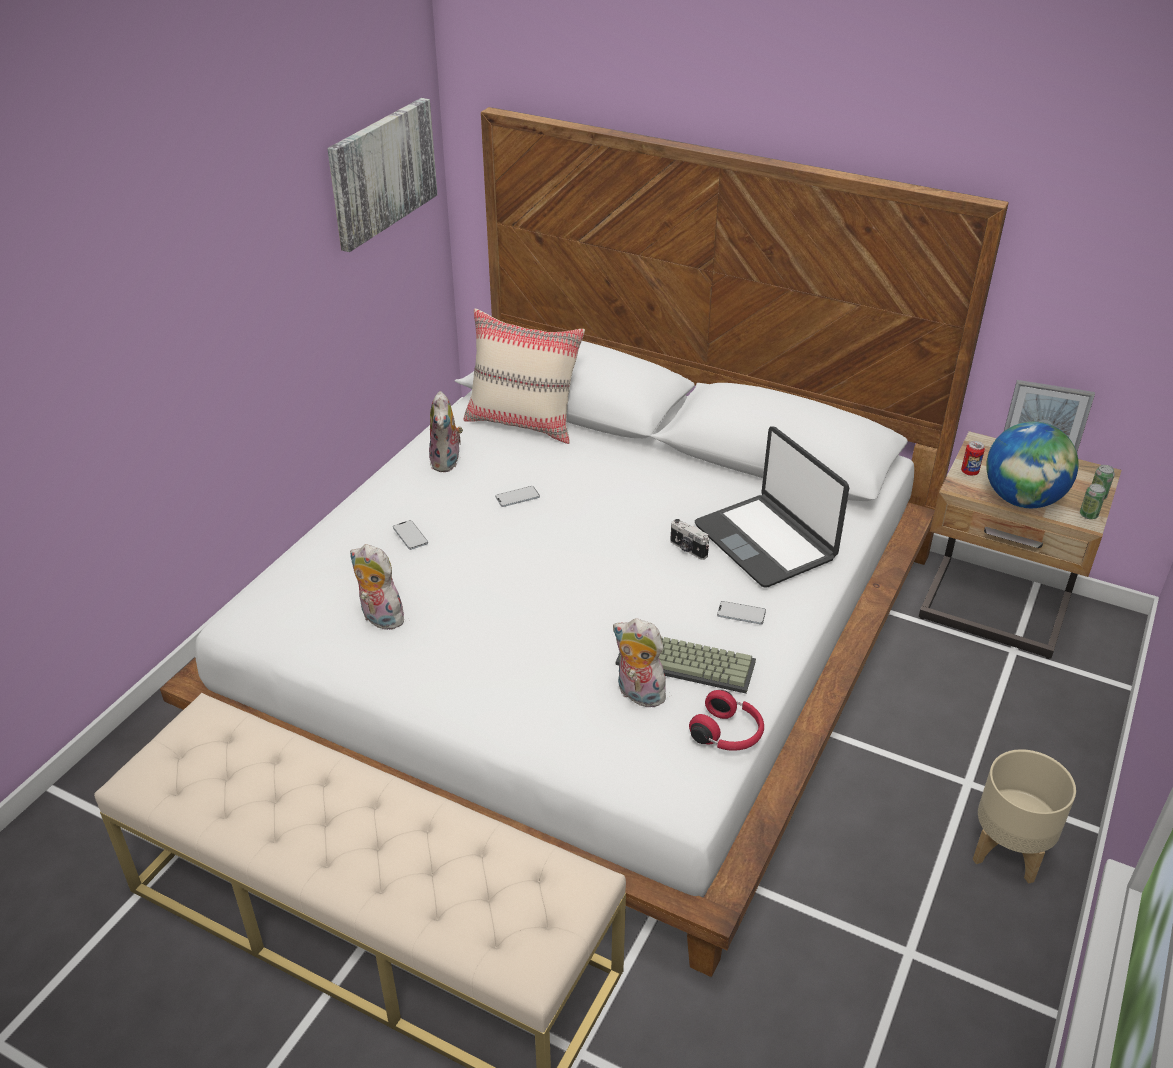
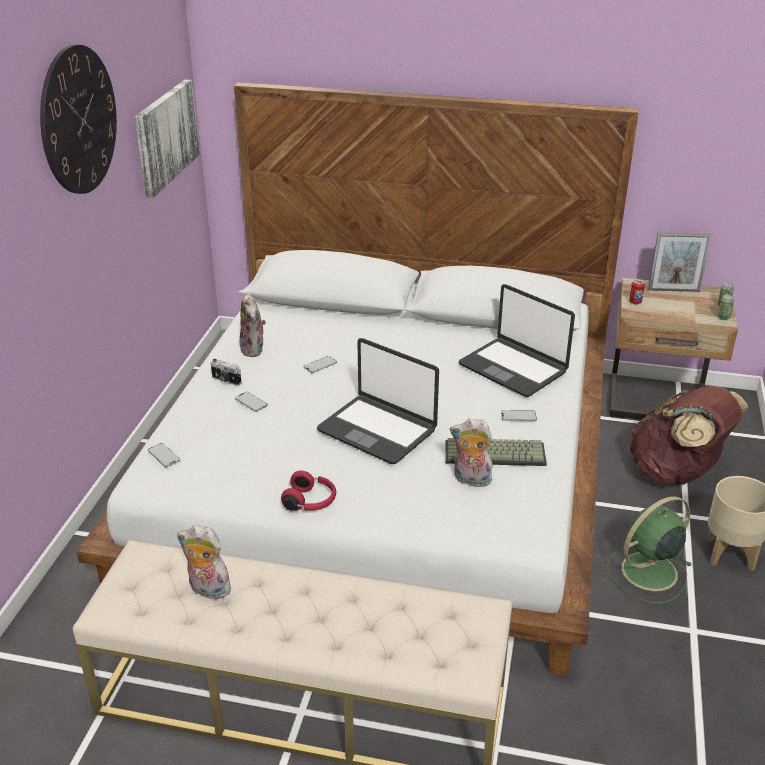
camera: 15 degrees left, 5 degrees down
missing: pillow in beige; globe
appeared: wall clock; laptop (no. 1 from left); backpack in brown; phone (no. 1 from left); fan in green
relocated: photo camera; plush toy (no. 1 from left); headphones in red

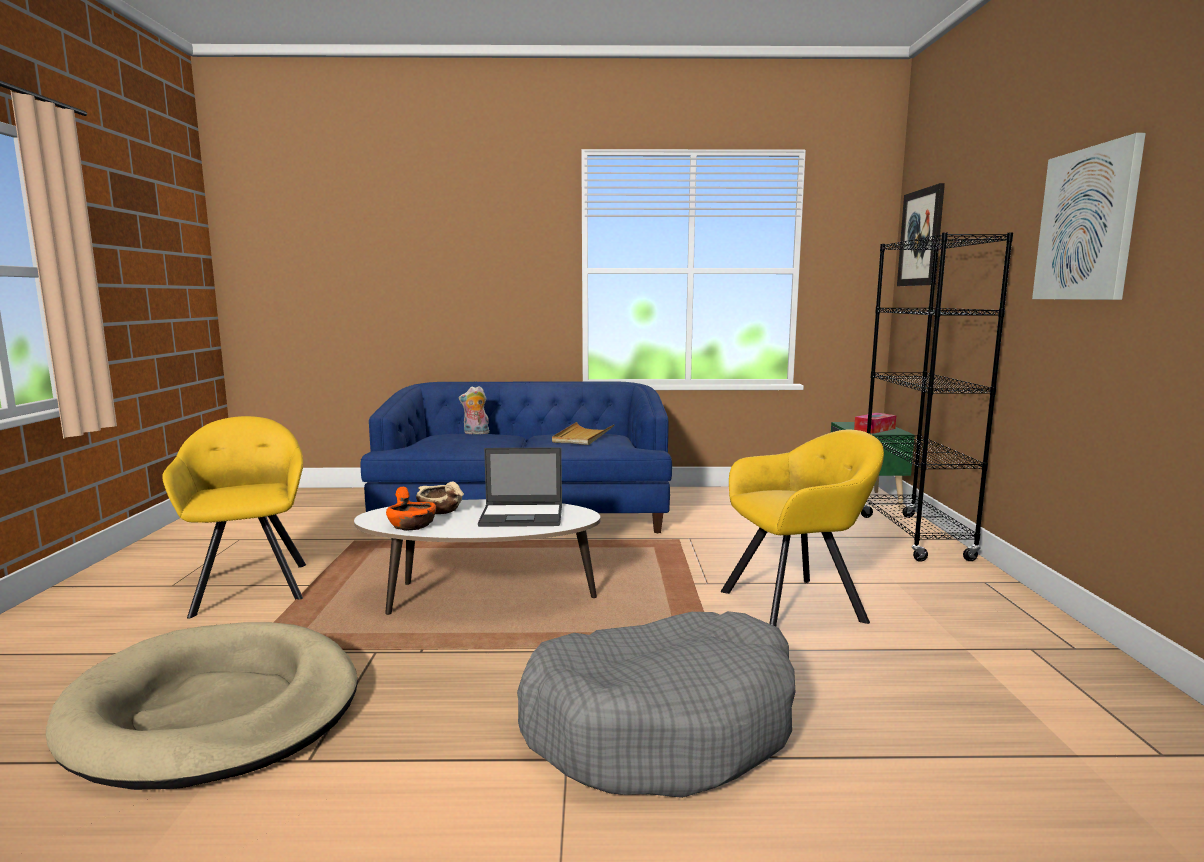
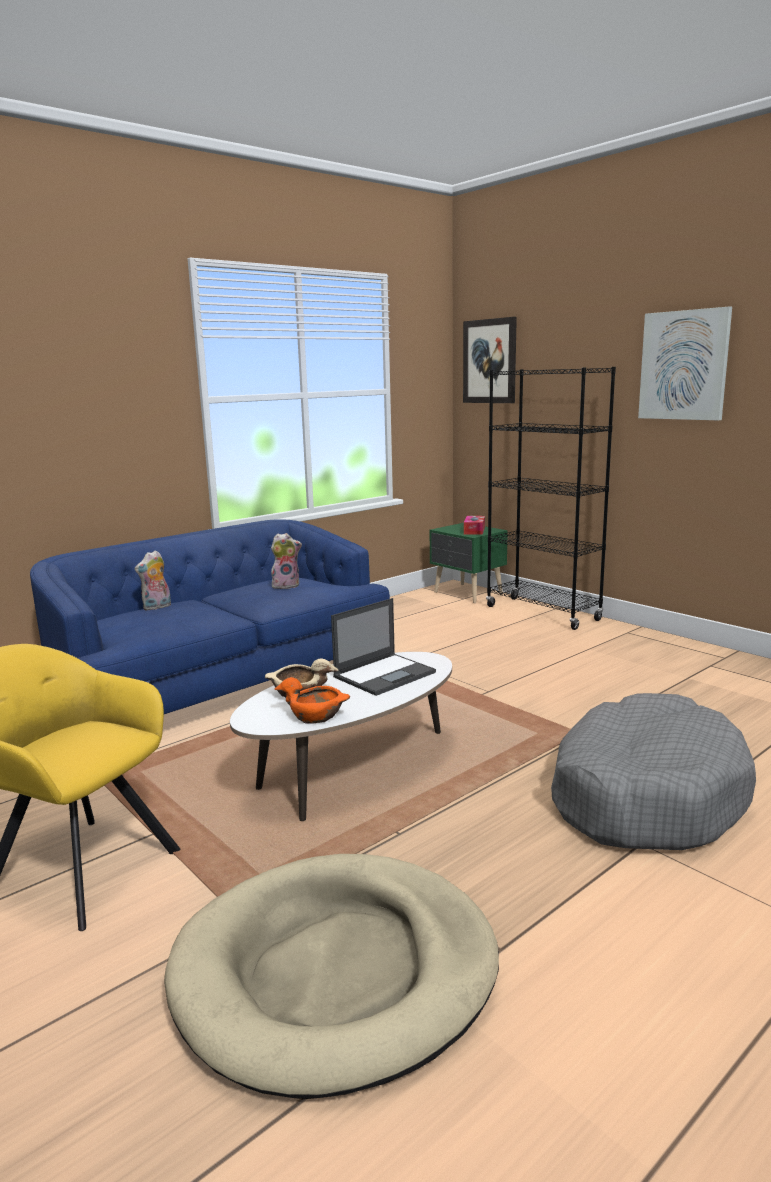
camera: 40 degrees left, 5 degrees up
missing: armchair in yellow (no. 2 from left)
exchanged: tray in beige to plush toy (no. 2 from left)

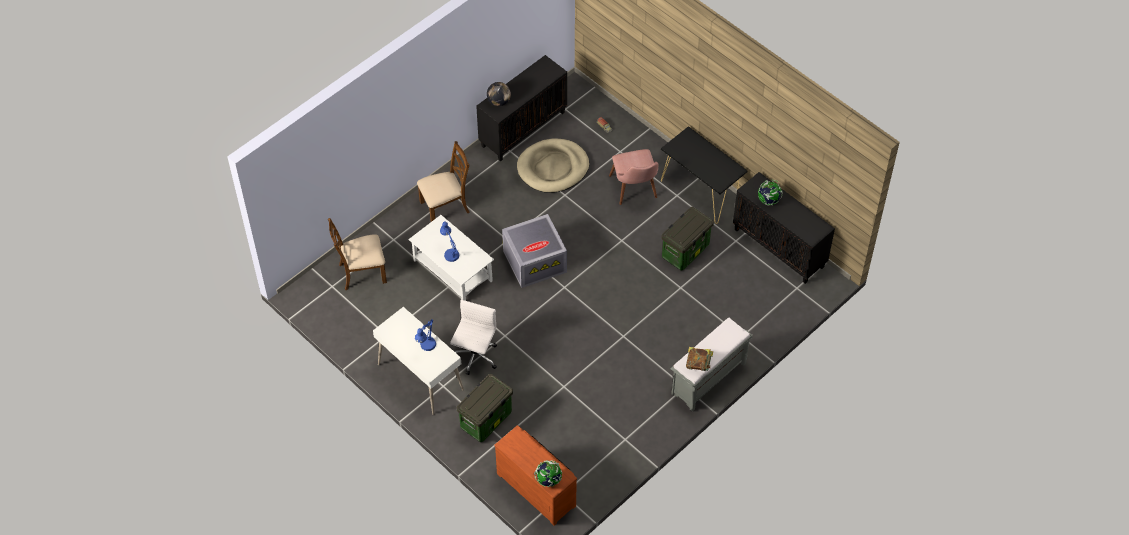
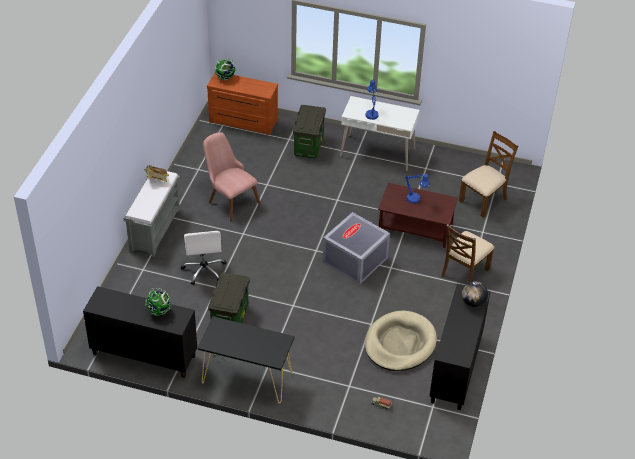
camera: 150 degrees right, 10 degrees down
relocated: chair in pink; office chair in white
colour: coffee table in white to coffee table in brown

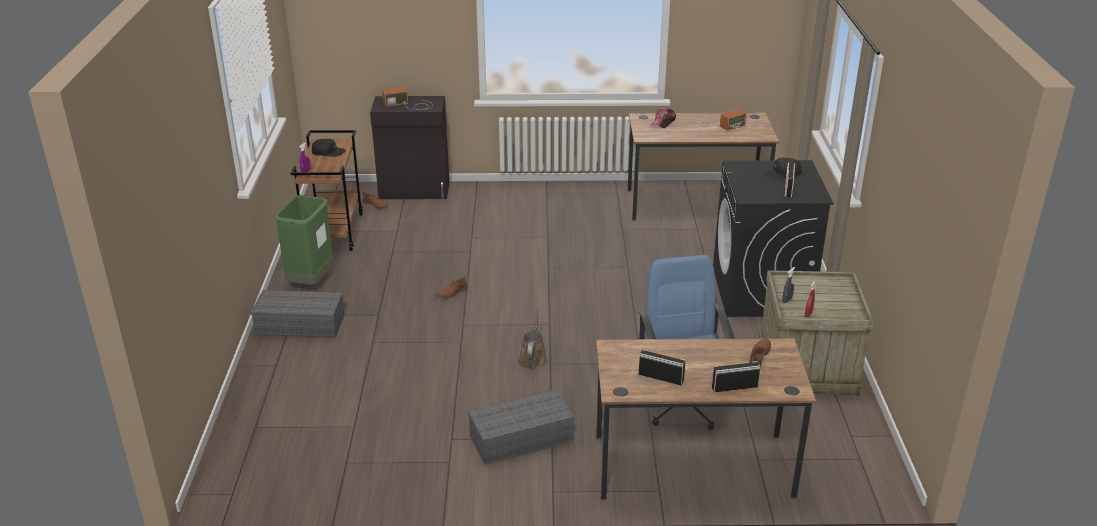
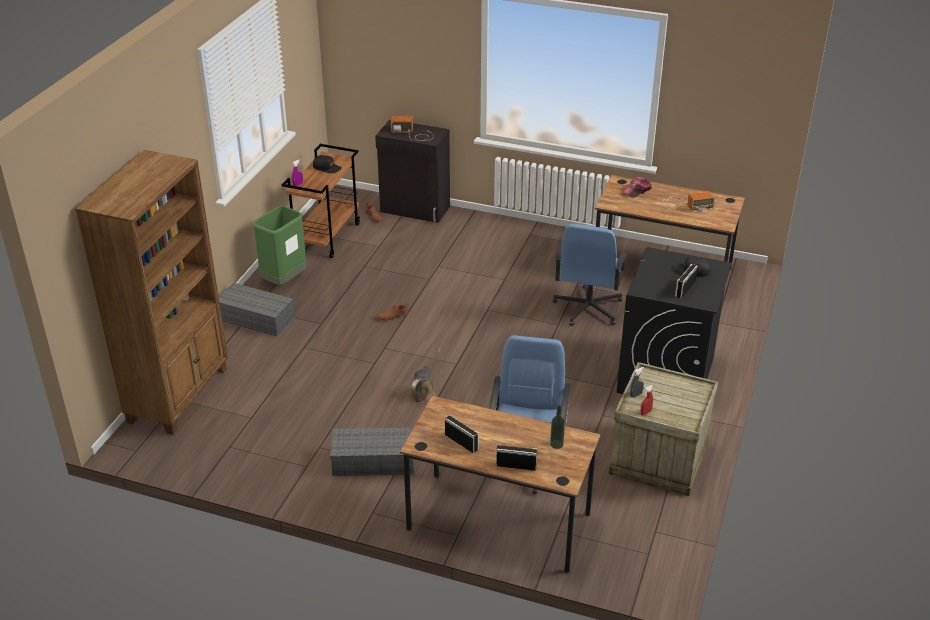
camera: 20 degrees right, 5 degrees up
appeared: bookcase in brown; office chair in blue (no. 2 from left)
exchanged: shoe in brown (no. 3 from left) to bottle

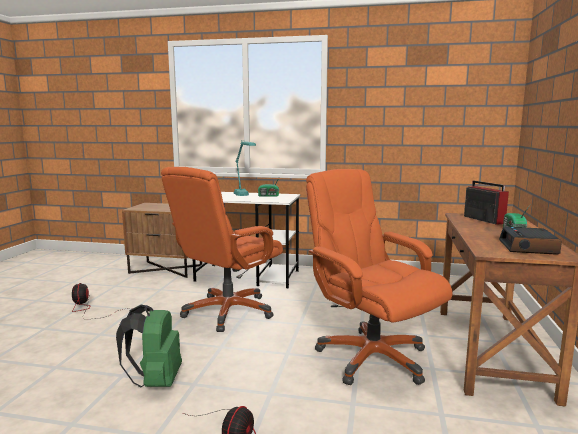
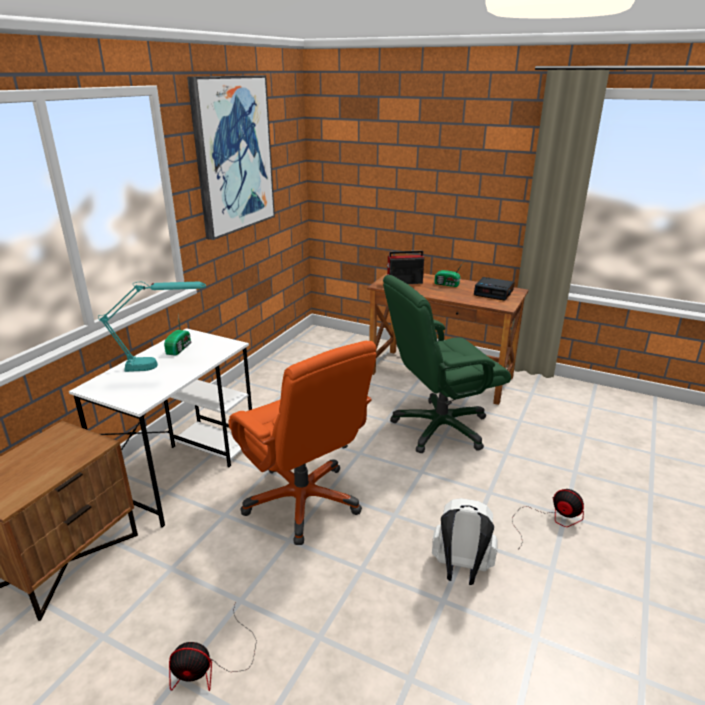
camera: 75 degrees left, 15 degrees up
appeared: picture
colour: office chair in orange (no. 2 from left) to office chair in green; backpack in green to backpack in white

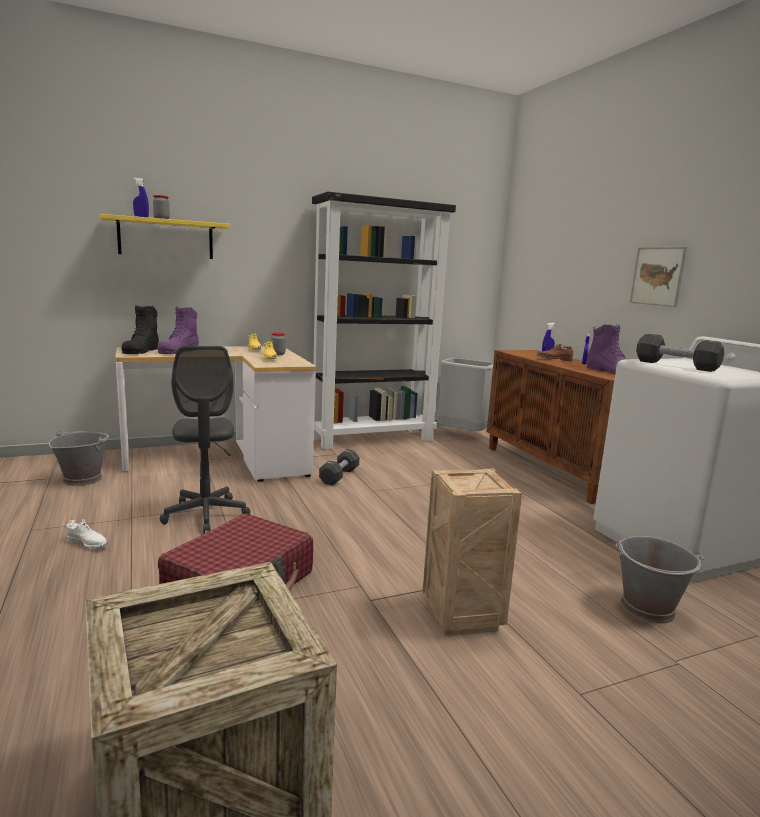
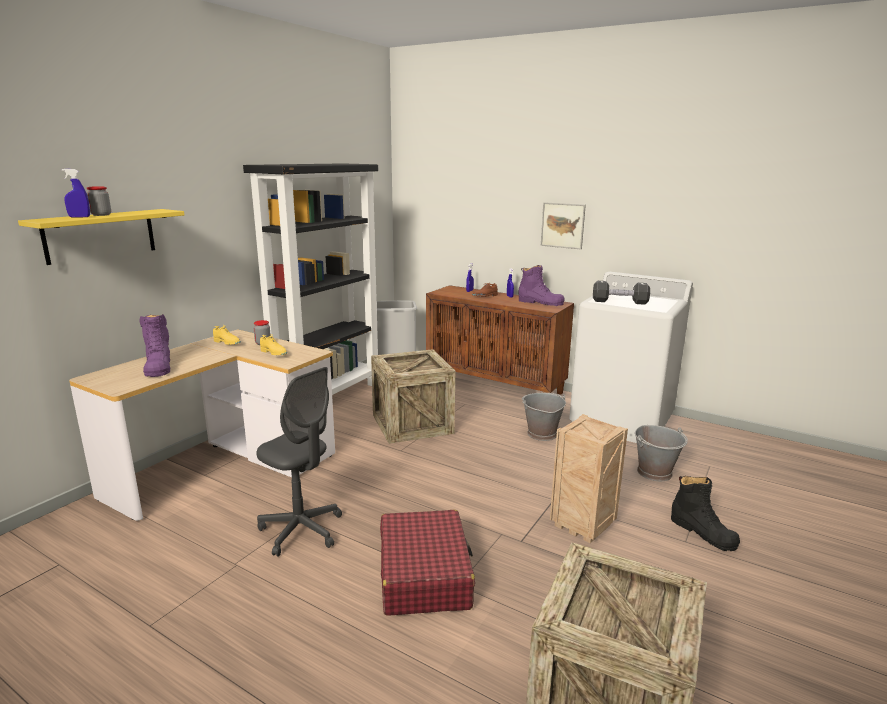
camera: 35 degrees left, 5 degrees up
missing: dumbbell in black (no. 1 from left); shoe in white
appeared: crate (no. 1 from left)
relocated: boot in black; bucket in grey (no. 1 from left)

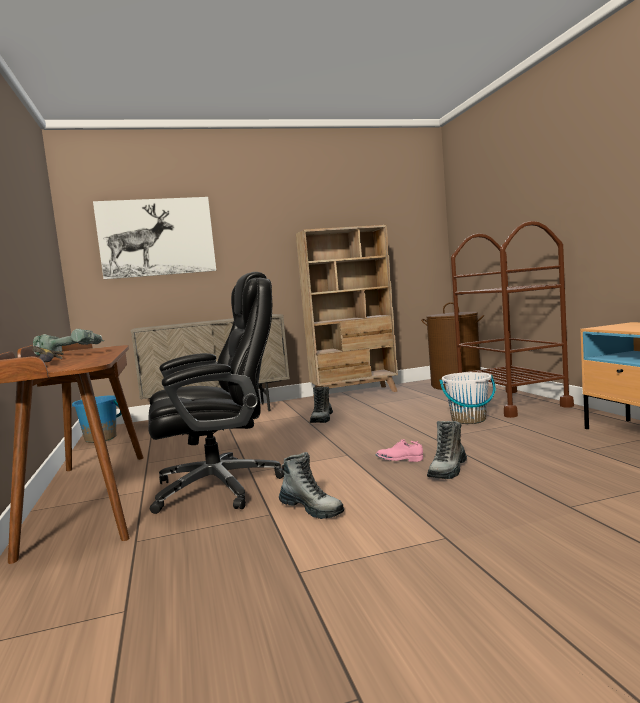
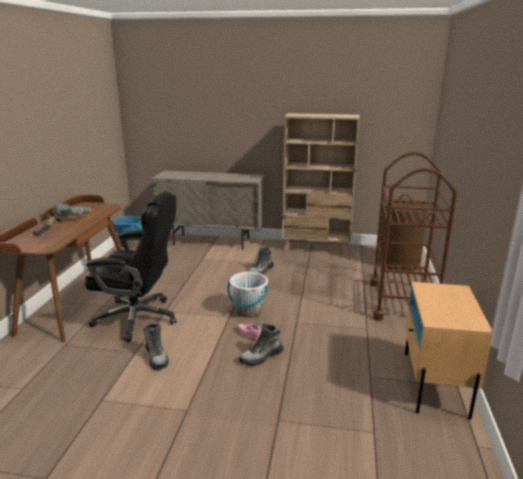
camera: 25 degrees right, 15 degrees up
missing: picture
relocated: bucket in white

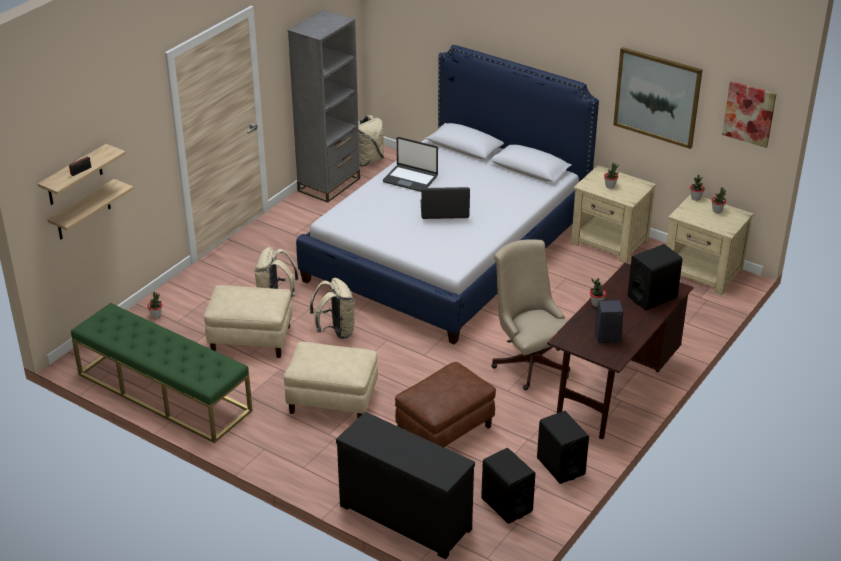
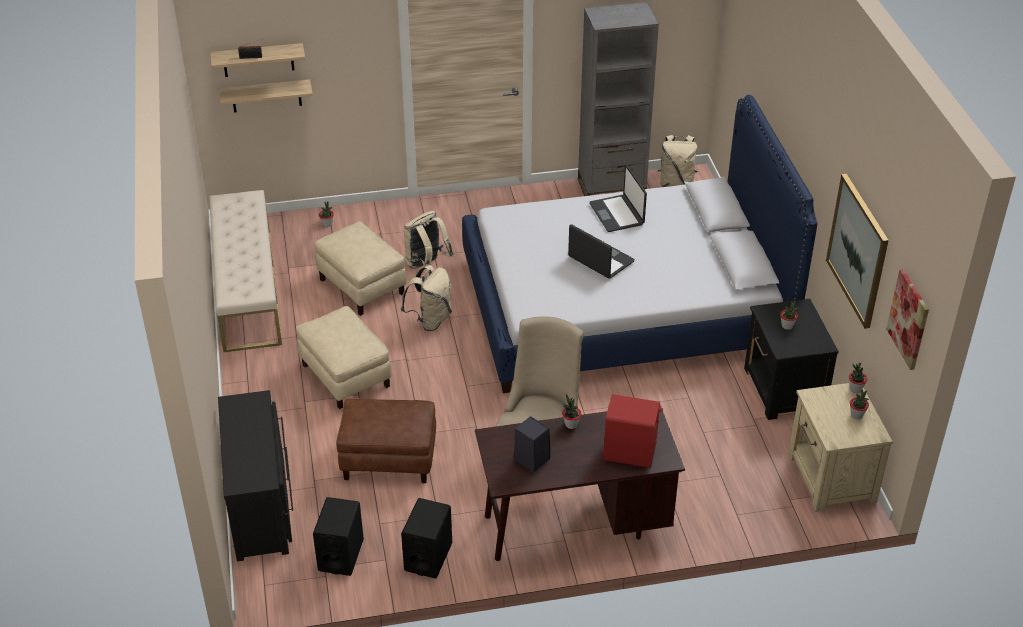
camera: 45 degrees right, 5 degrees up
colour: nightstand in beige (no. 1 from left) to nightstand in black; speaker in black (no. 4 from left) to speaker in red; bench in green to bench in beige

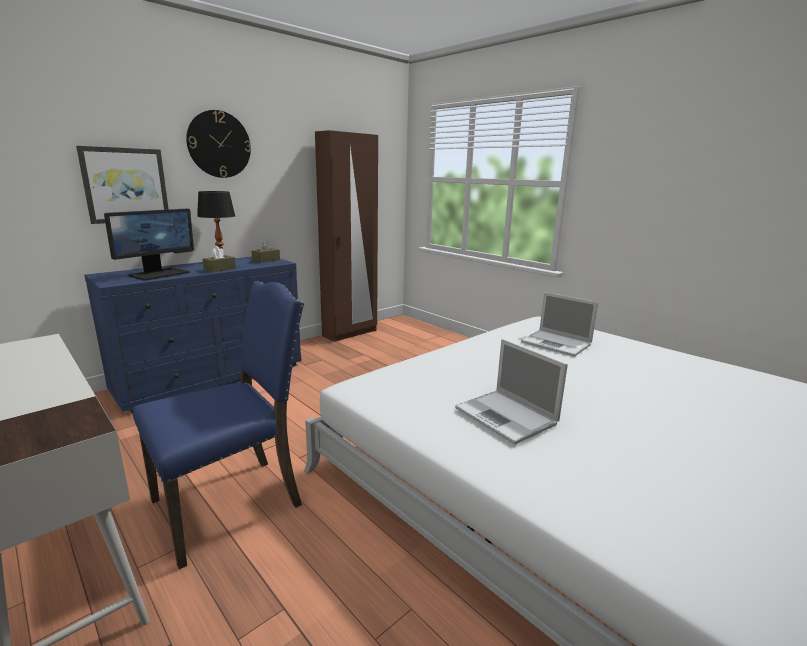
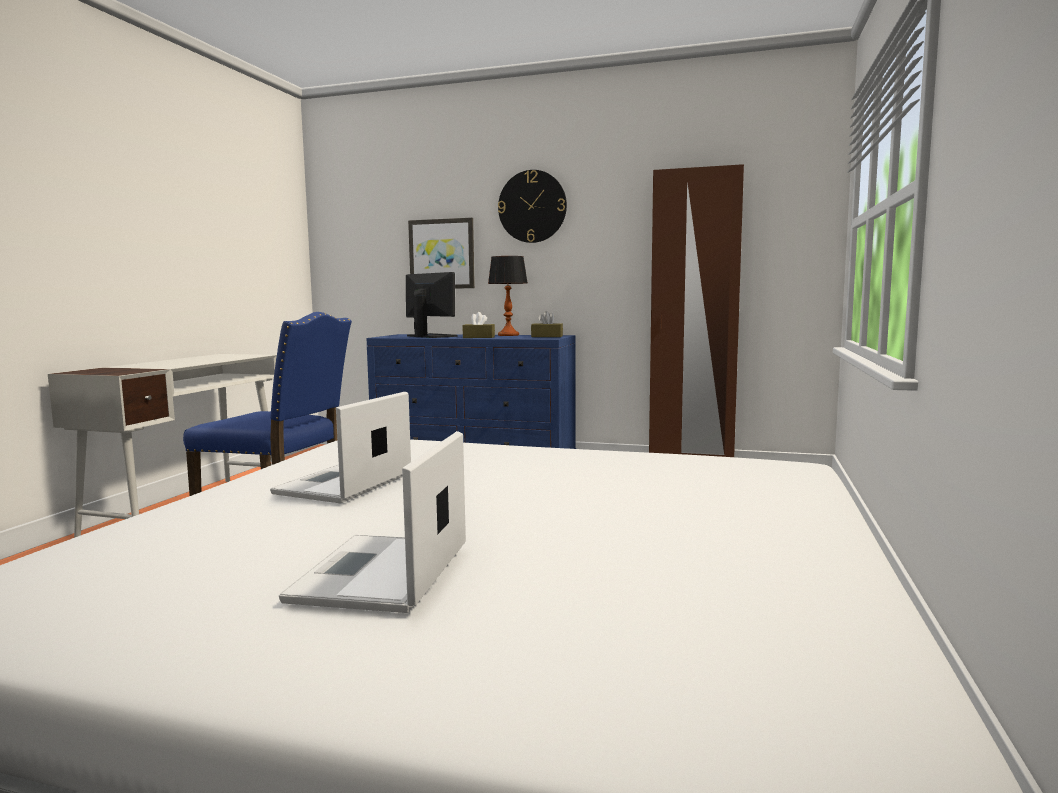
camera: 60 degrees right, 10 degrees down
relocated: laptop (no. 2 from left)
spun: monitor 135 degrees counterclockwise

